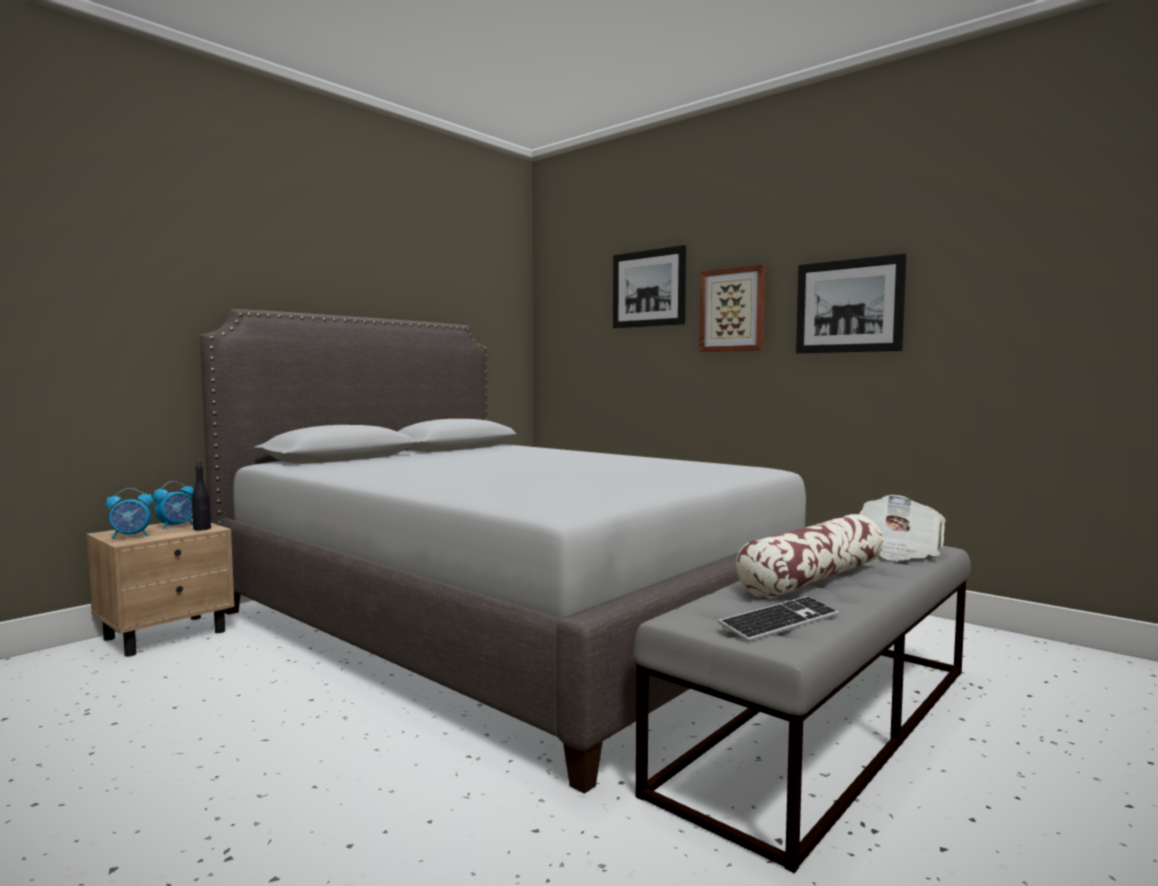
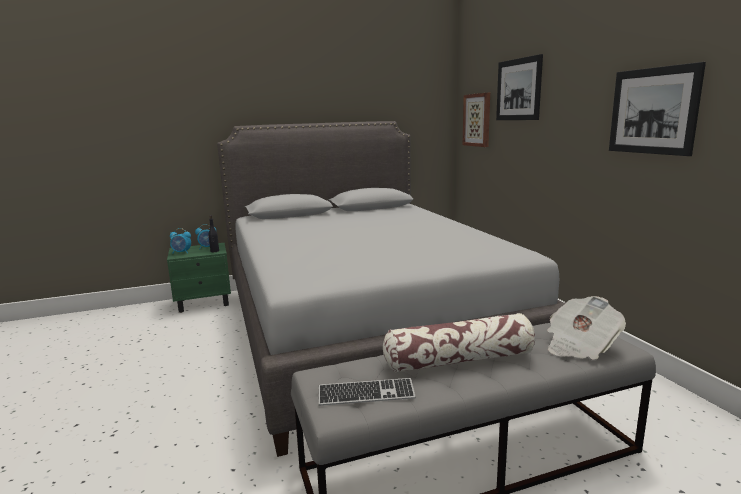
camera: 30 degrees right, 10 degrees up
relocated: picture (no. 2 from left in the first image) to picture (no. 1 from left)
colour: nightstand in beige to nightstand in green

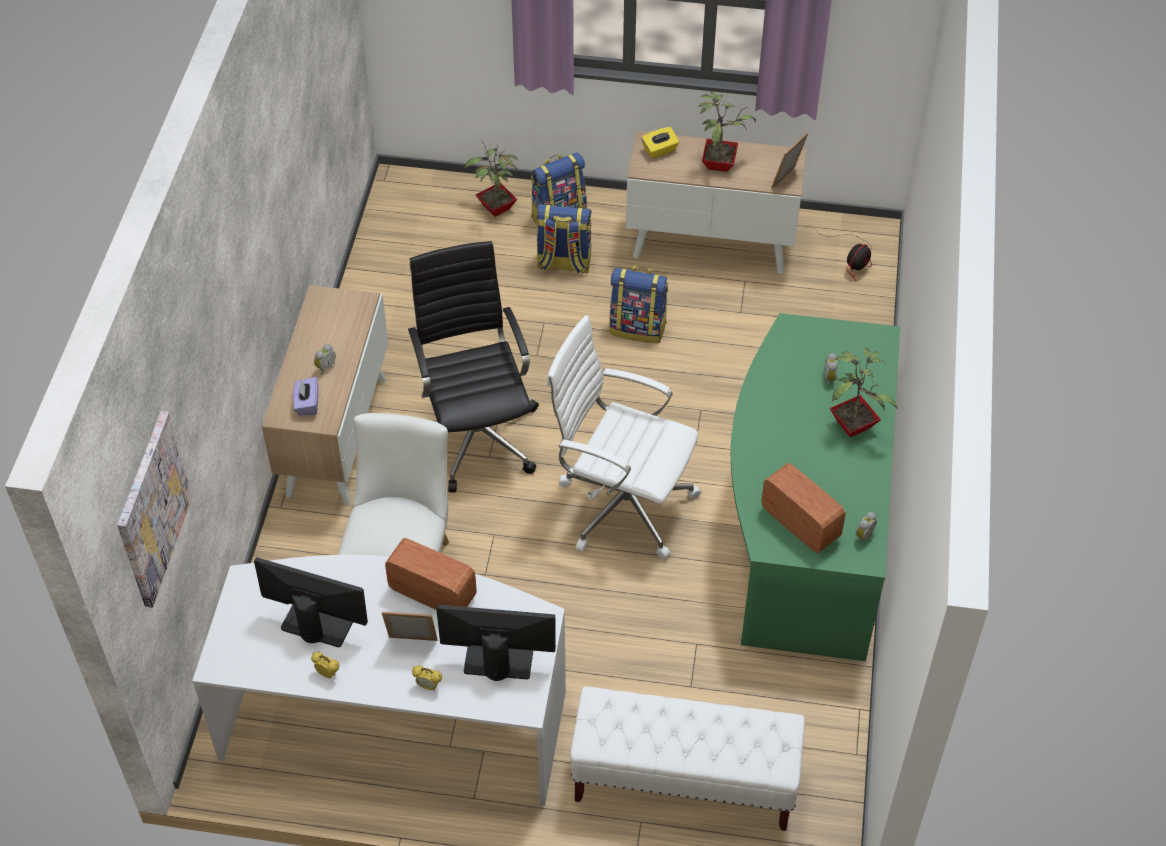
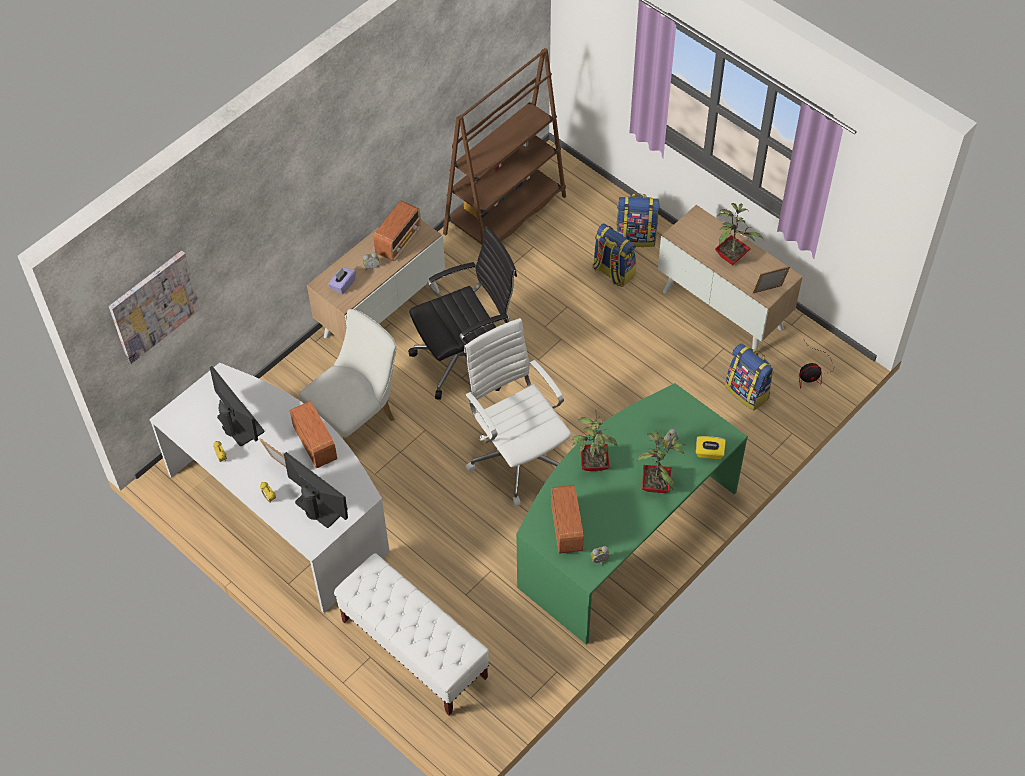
camera: 35 degrees right, 5 degrees up
appeared: bookcase in brown; radio (no. 2 from left)
relocated: tissue box in yellow; potted plant (no. 1 from left); backpack (no. 3 from left)
spun: office chair in black 45 degrees clockwise

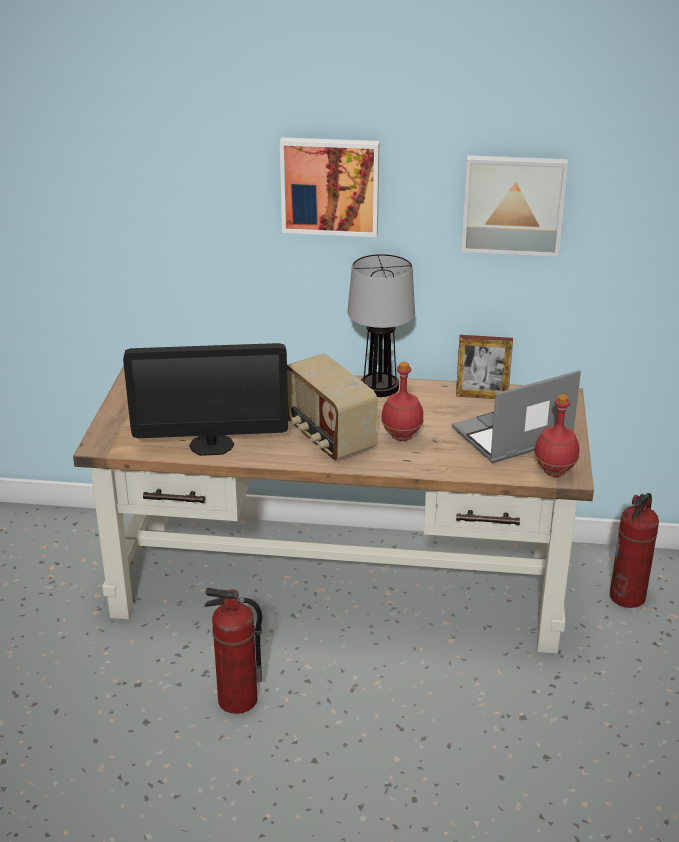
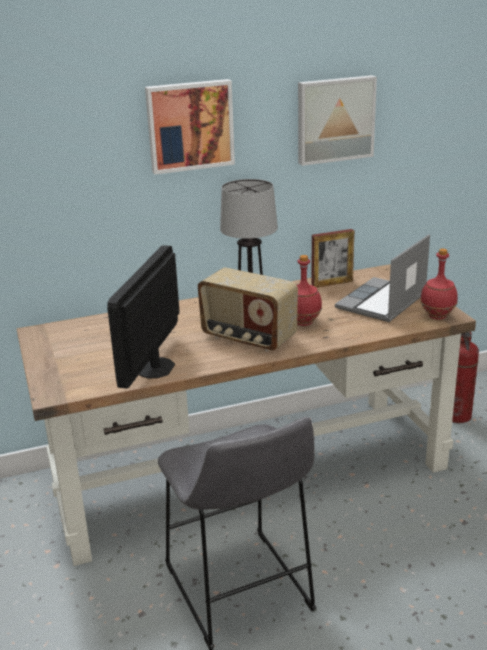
camera: 25 degrees left, 5 degrees down
exchanged: fire extinguisher (no. 1 from left) to stool in grey
spun: monitor 135 degrees clockwise

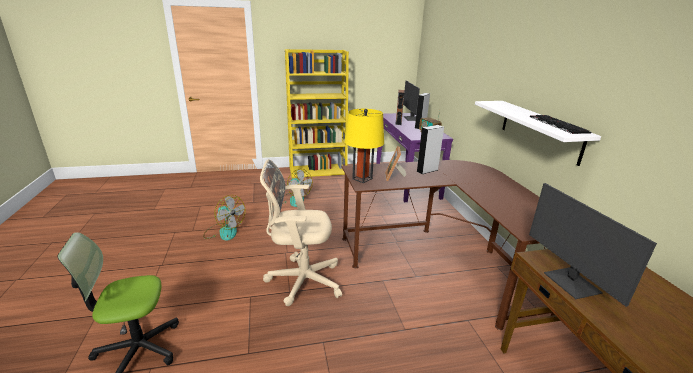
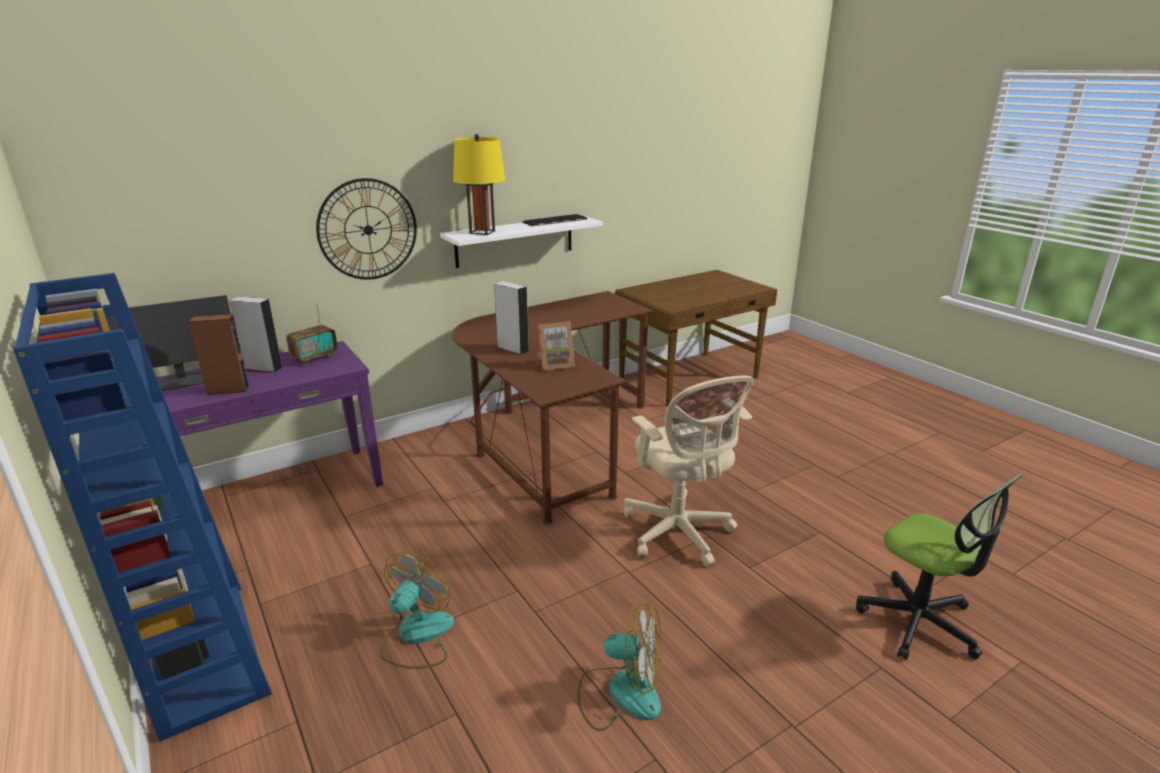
camera: 110 degrees left, 0 degrees up
missing: monitor (no. 2 from left)
appeared: wall clock
relocated: table lamp in yellow
colour: bookcase in yellow to bookcase in blue
spun: fan (no. 1 from left in the first image) 90 degrees clockwise

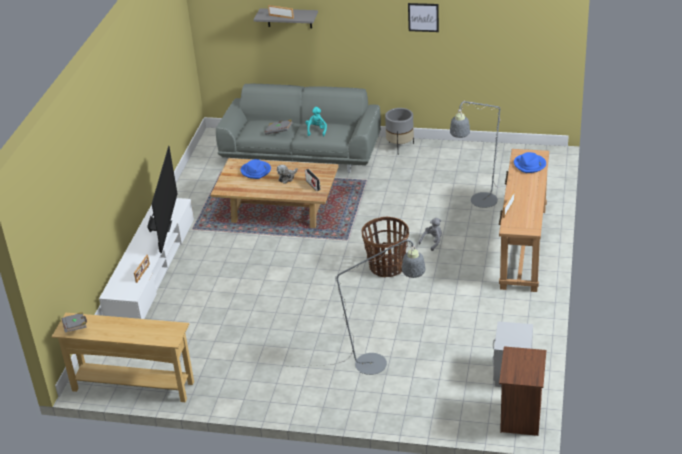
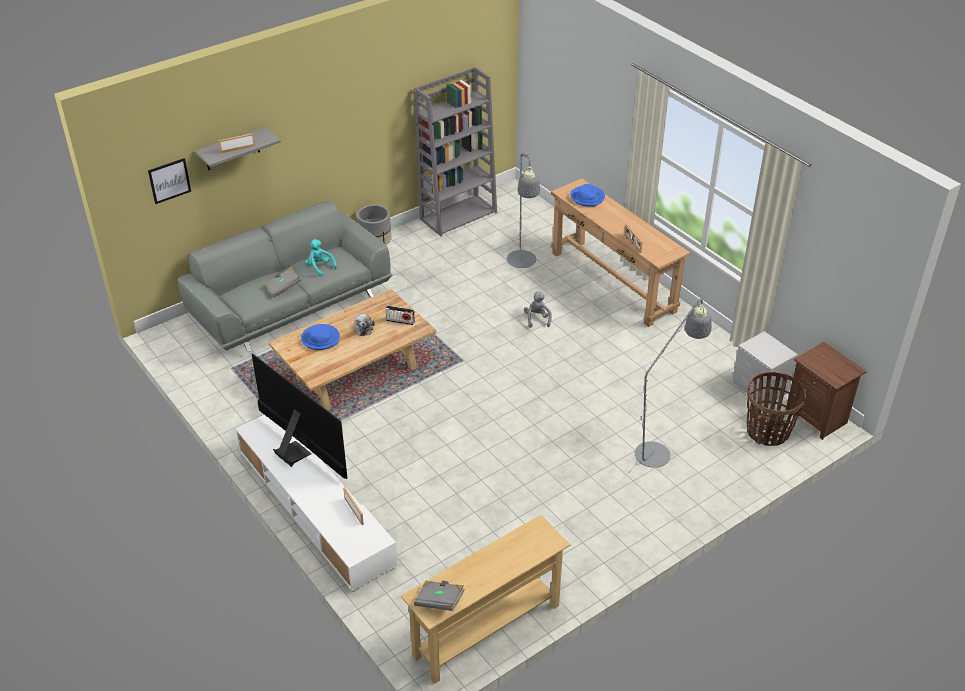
camera: 50 degrees left, 5 degrees up
appeared: bookcase in grey
relocated: picture; basket

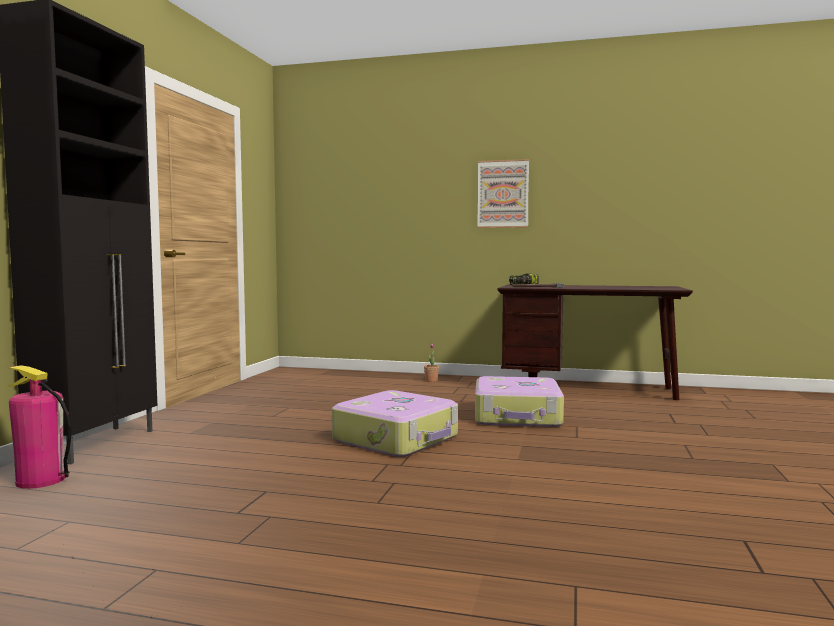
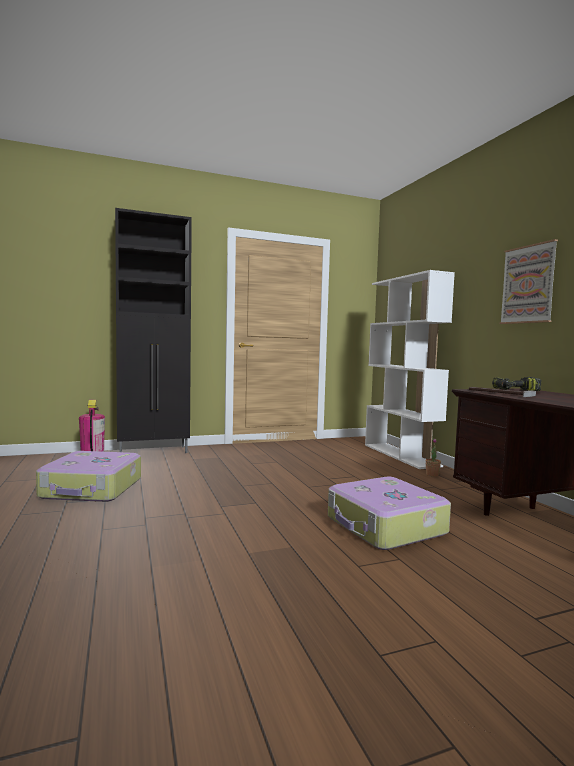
camera: 55 degrees right, 0 degrees up
appeared: bookcase in white
relocated: suitcase (no. 1 from left)

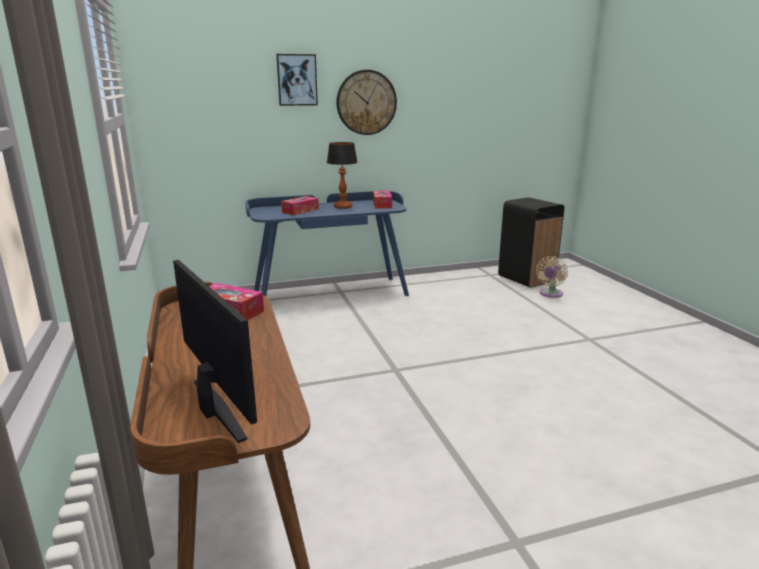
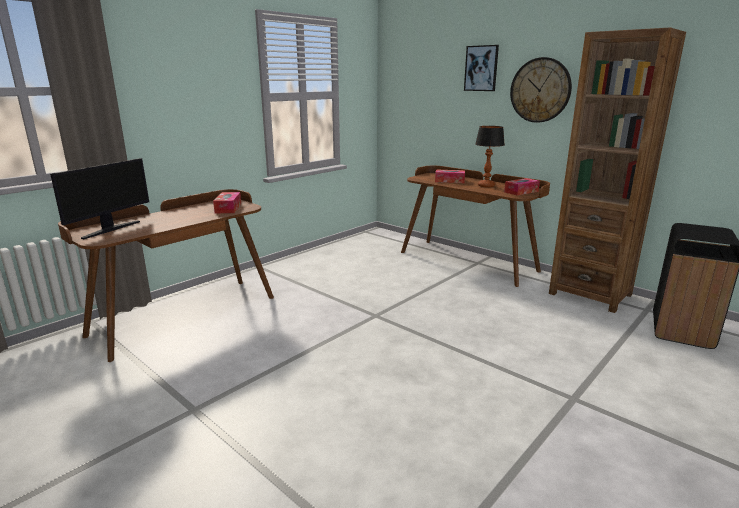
camera: 60 degrees right, 0 degrees up
missing: fan in beige
appeared: bookcase in brown
colour: desk in blue to desk in brown (no. 2 from left)

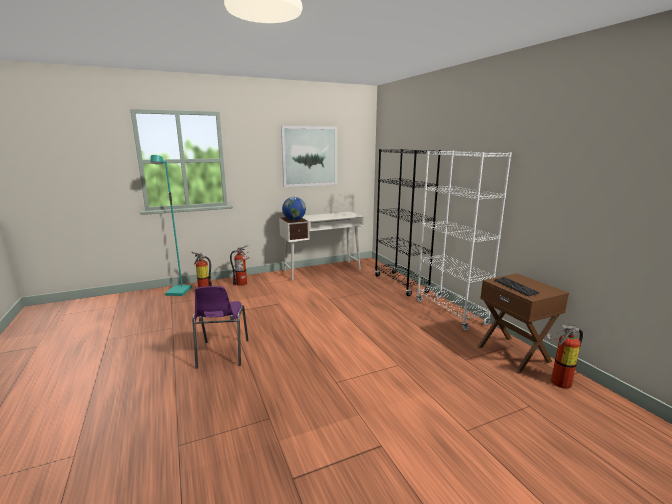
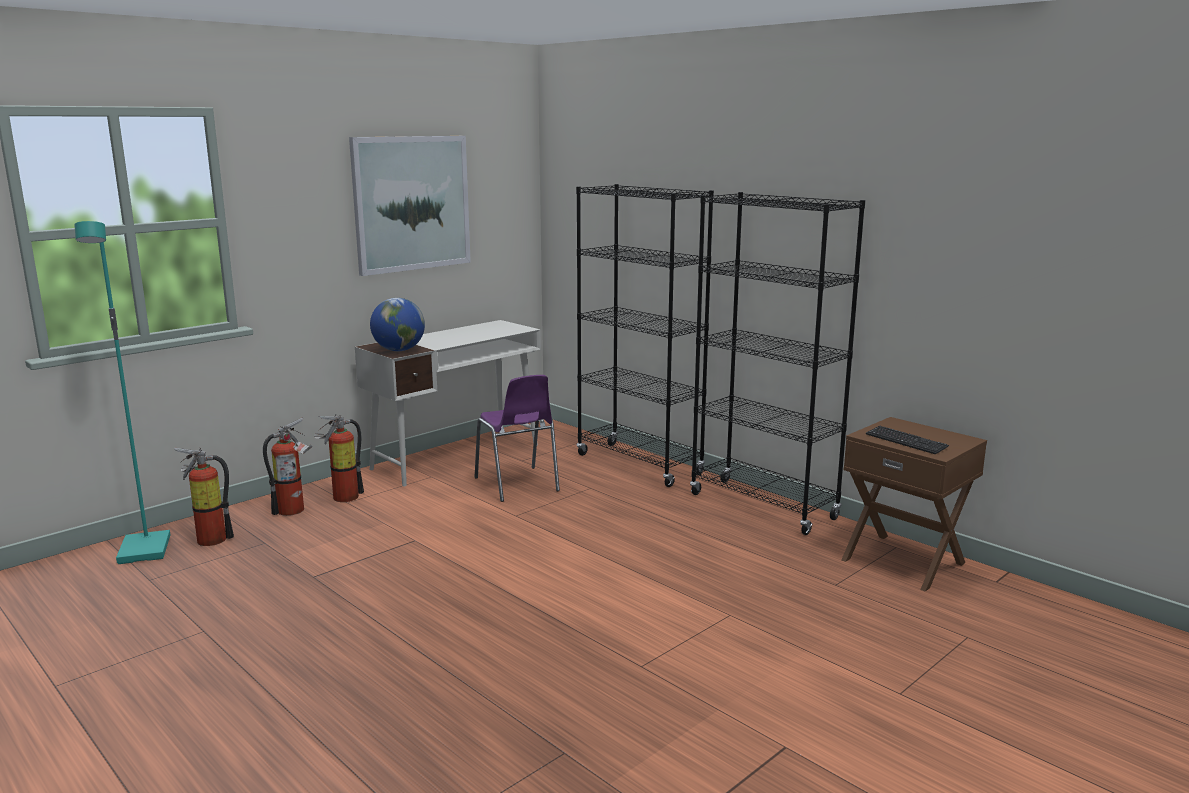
camera: 20 degrees left, 0 degrees up
relocated: chair in purple; fire extinguisher (no. 3 from left)
colour: bookcase in white to bookcase in black (no. 2 from left)

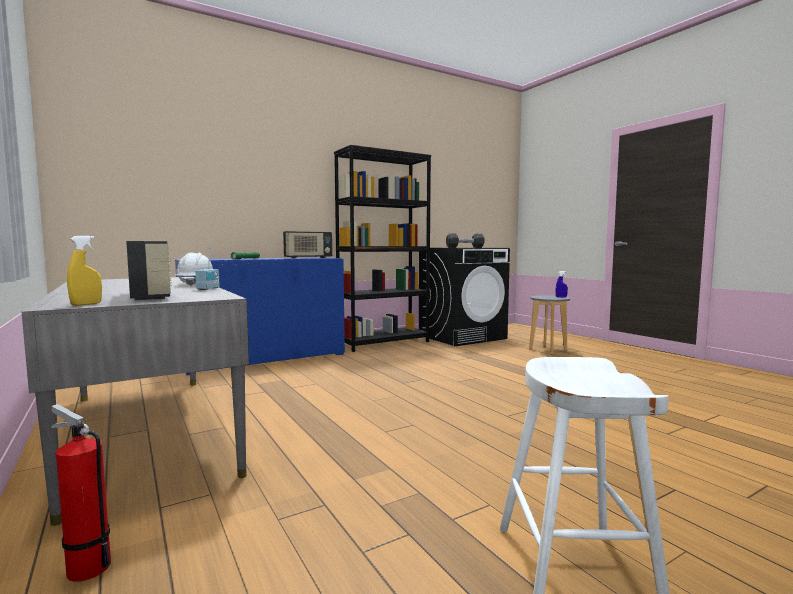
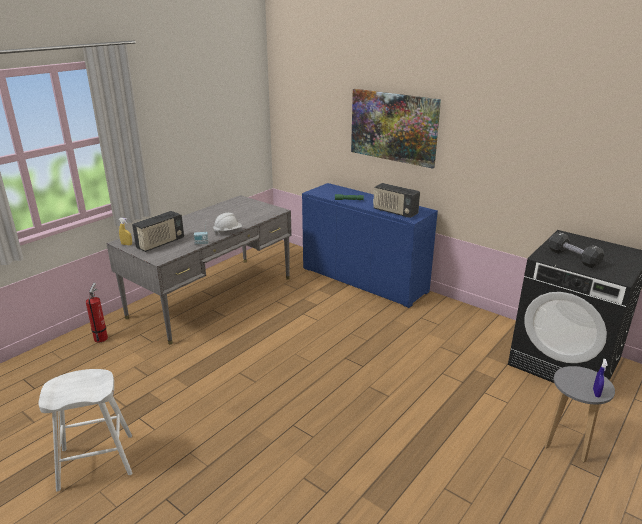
camera: 70 degrees right, 20 degrees up
missing: bookcase in black
appeared: picture

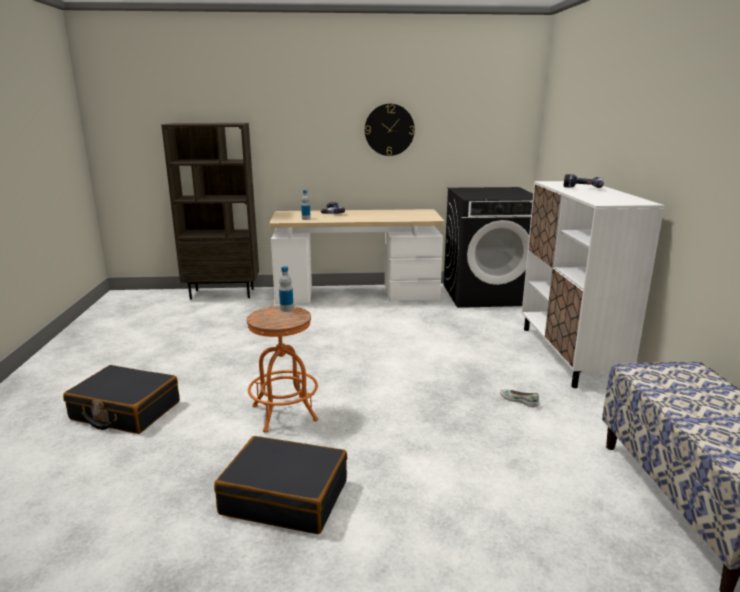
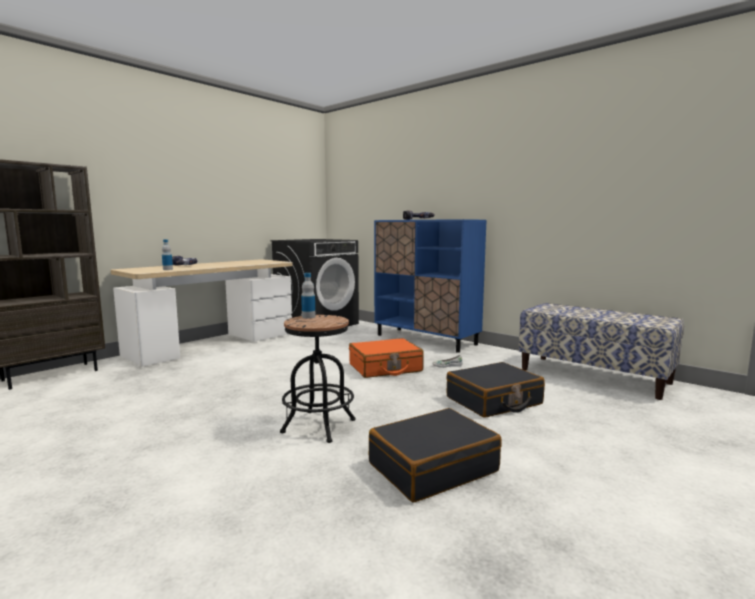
camera: 45 degrees left, 10 degrees down
missing: wall clock
appeared: suitcase in orange
relocated: suitcase in black (no. 1 from left in the first image) to suitcase in black (no. 2 from left)
colour: cabinet in white to cabinet in blue; stool in orange to stool in black

